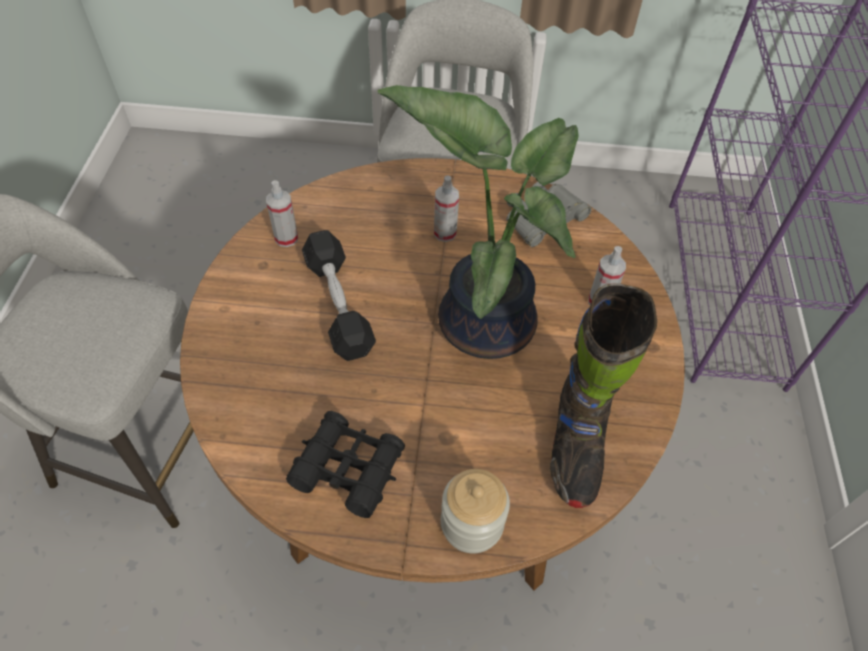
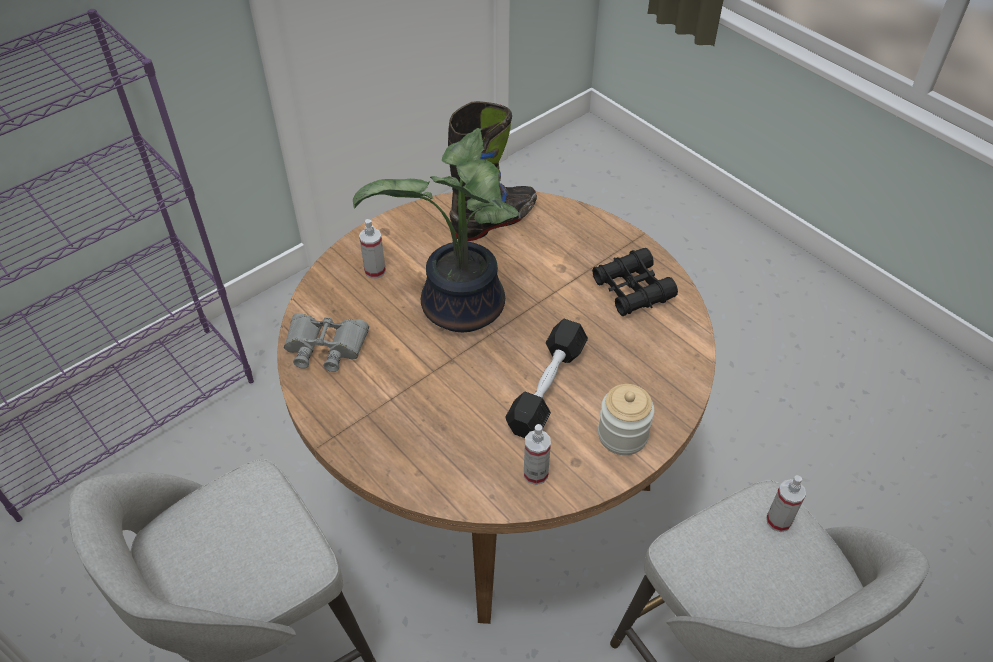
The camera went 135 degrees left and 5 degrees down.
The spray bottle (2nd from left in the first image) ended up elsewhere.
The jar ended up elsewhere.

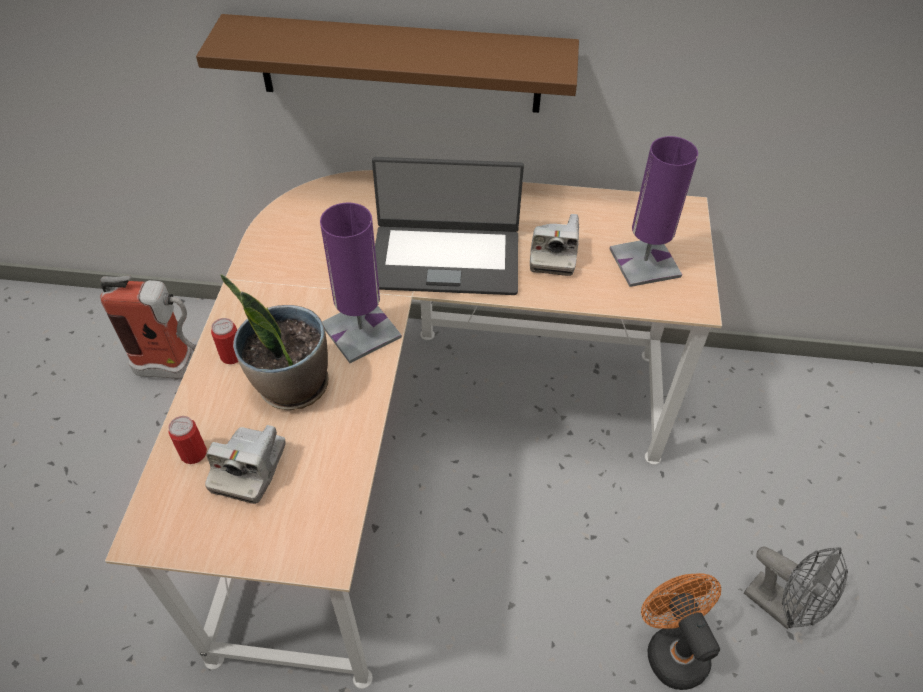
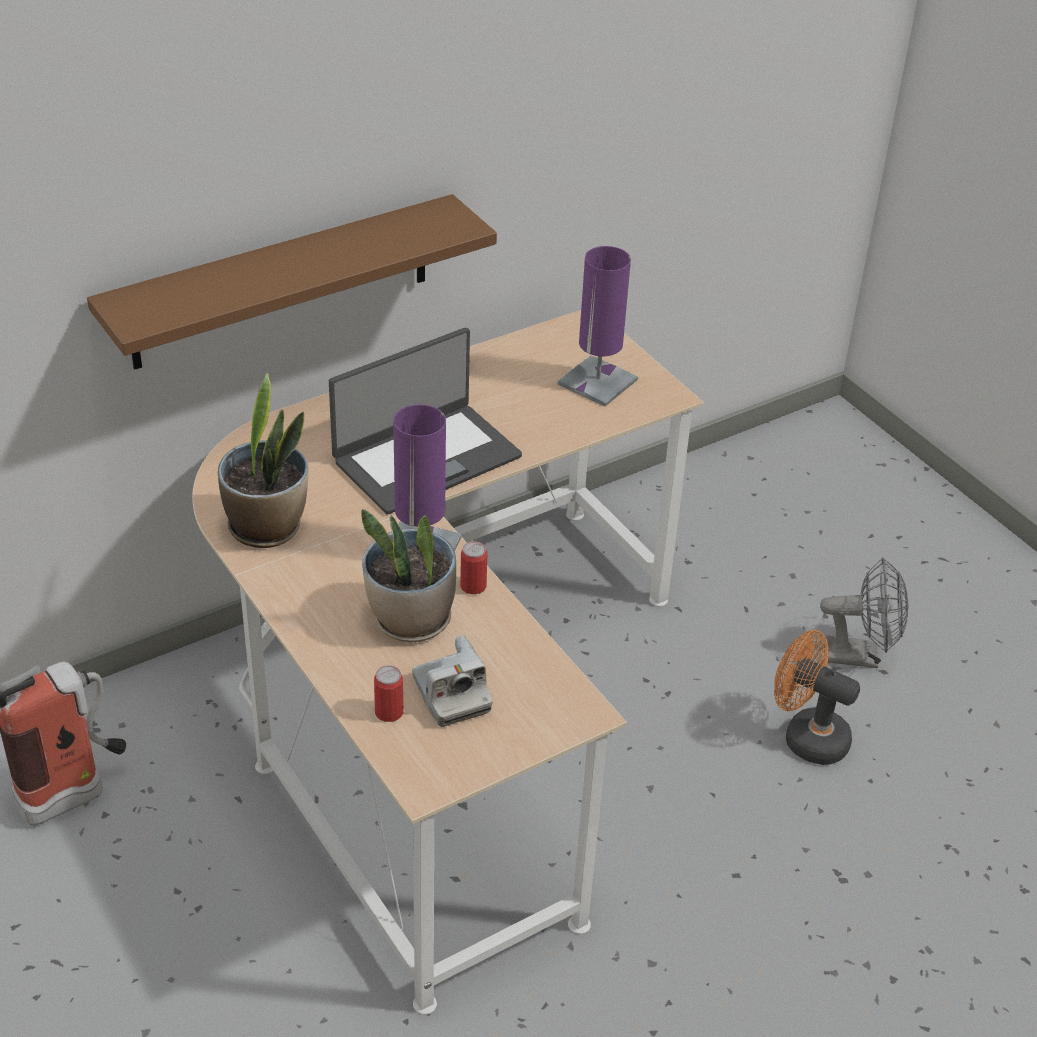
The camera went 40 degrees left and 10 degrees down.
The second view lost the photo camera (2nd from left).
The can (2nd from left) ended up elsewhere.
The second view gained the potted plant (1st from left).

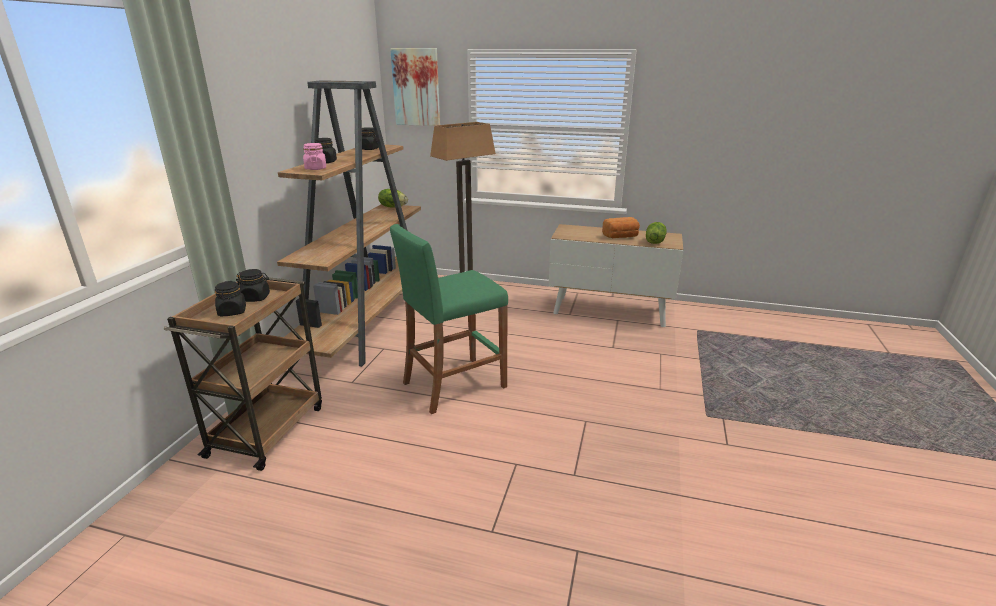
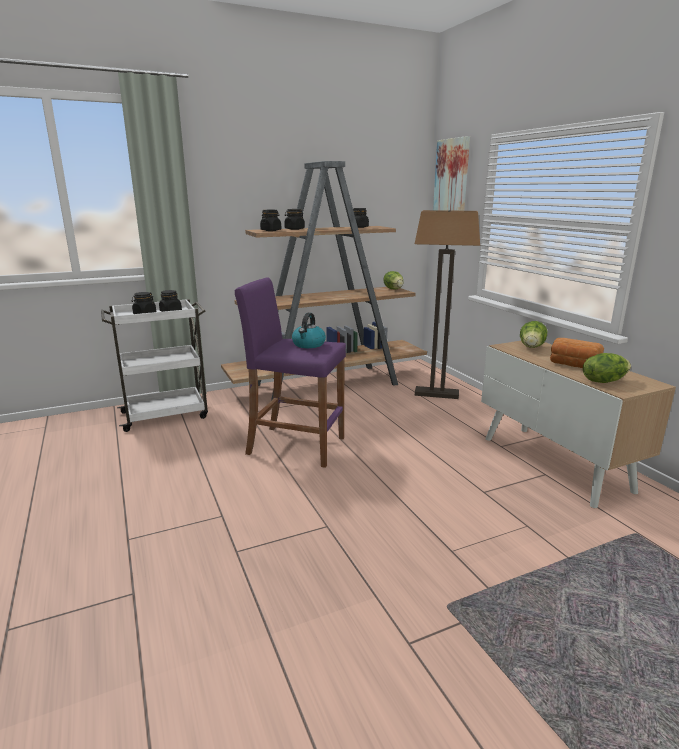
The camera went 50 degrees right and 5 degrees down.
What was the jar in pink turned into the jar in black (3rd from left).
What was the stool in green turned into the stool in purple.
What was the cart in brown turned into the cart in white.
The second view gained the kettle.
The second view gained the lettuce (2nd from left).

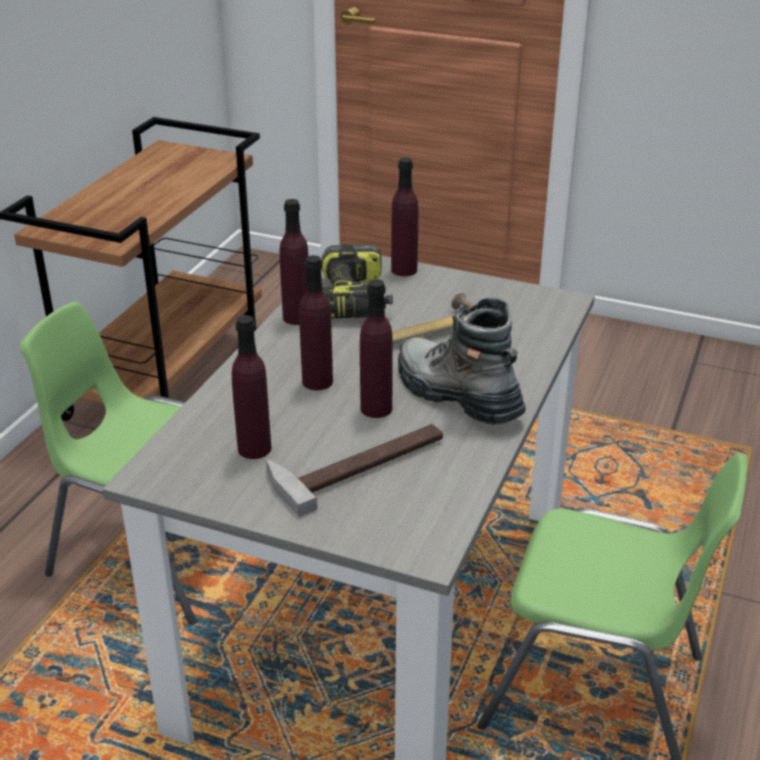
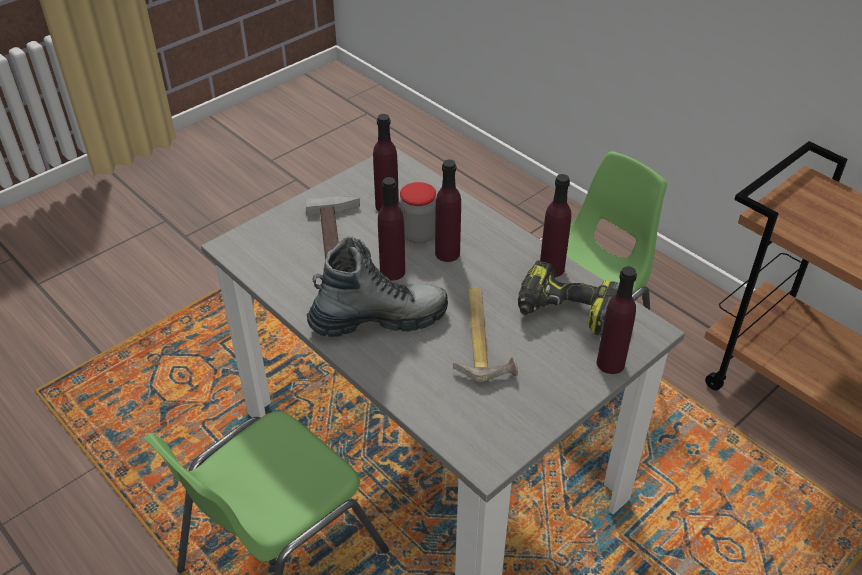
The camera went 115 degrees right and 10 degrees up.
The second view gained the jar.

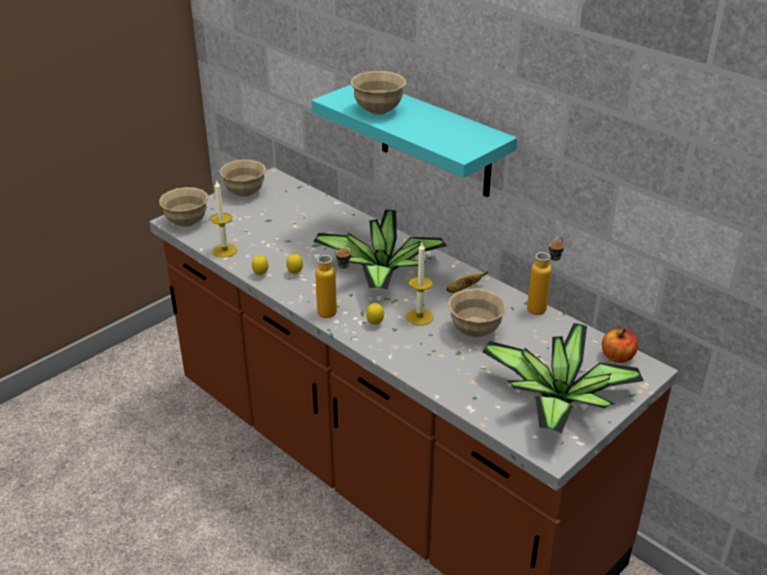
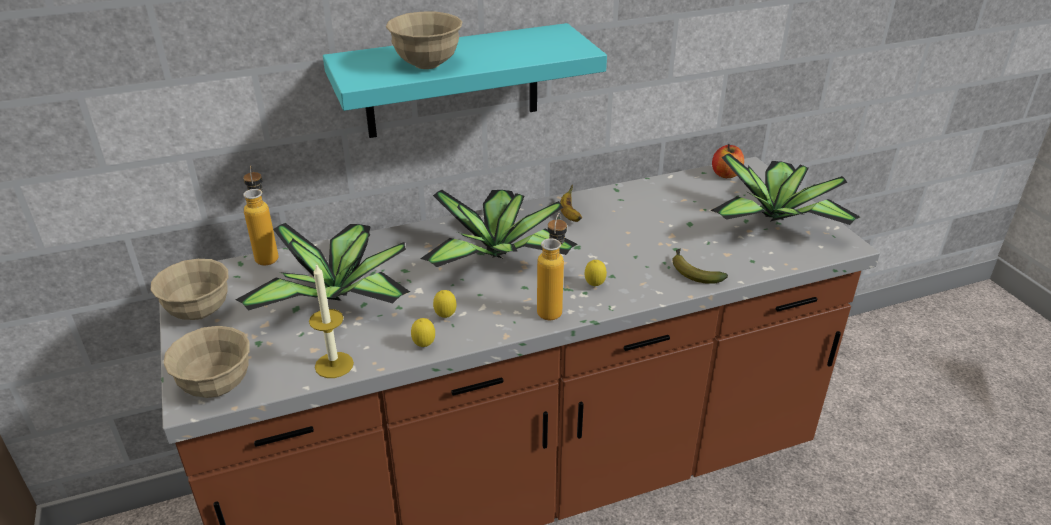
The camera went 65 degrees left and 0 degrees up.
The bottle (2nd from left in the first image) ended up elsewhere.
The second view lost the candle (2nd from left).
The second view lost the bowl in beige (4th from left).
The second view gained the potted plant (1st from left).
The second view gained the banana (2nd from left).

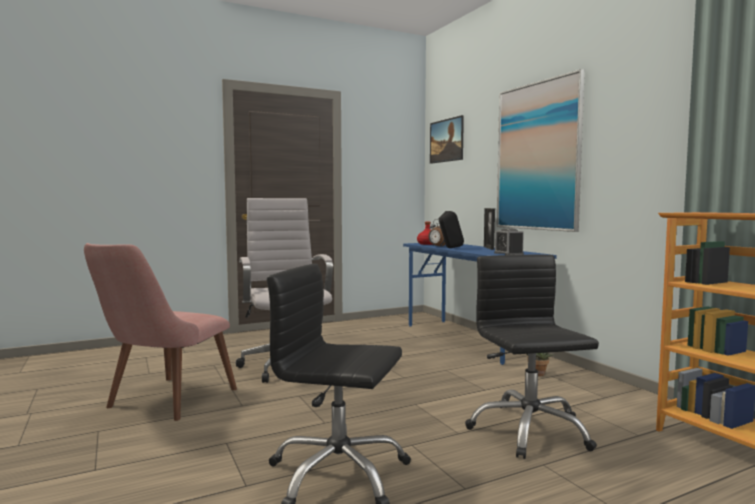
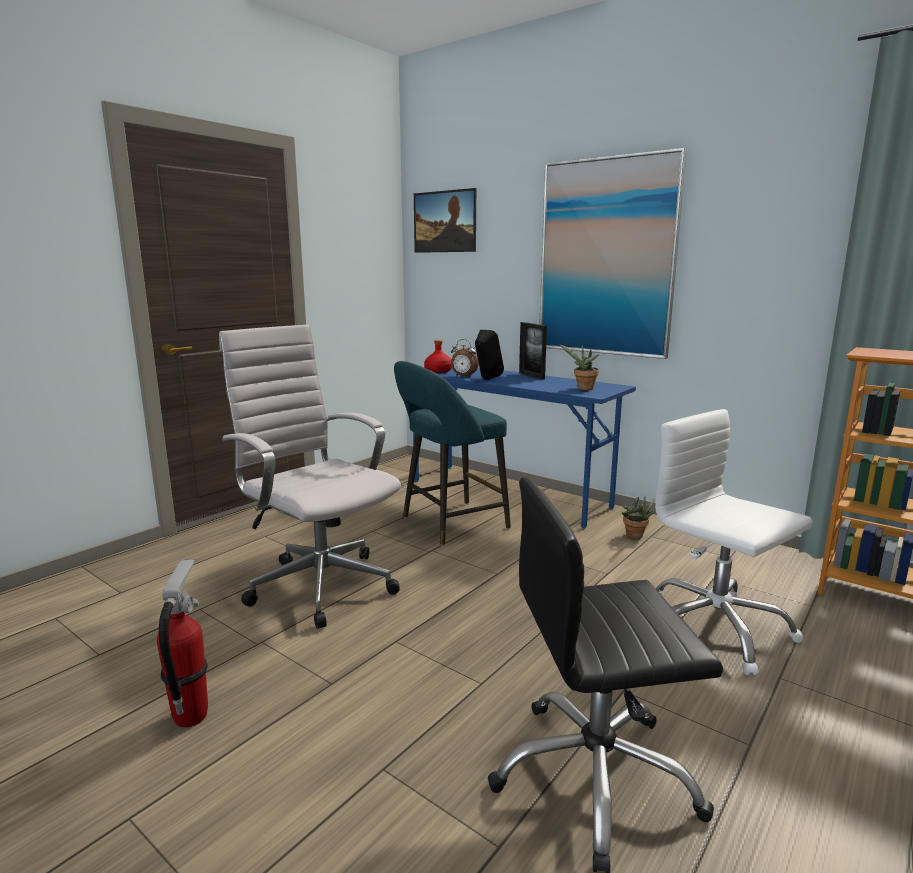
The camera went 25 degrees left and 10 degrees up.
Where the alarm clock (2nd from left) stood, the potted plant (1st from left) came to stand.
Where the chair in pink stood, the fire extinguisher came to stand.
What was the office chair in black (2nd from left) turned into the office chair in white (2nd from left).
The second view gained the stool in turquoise.

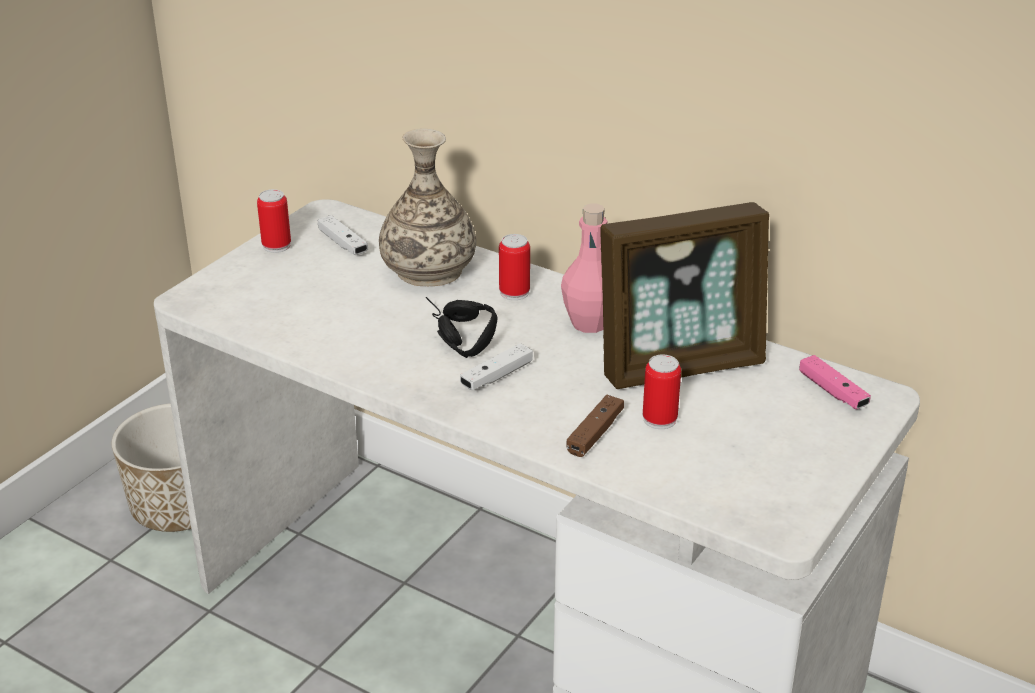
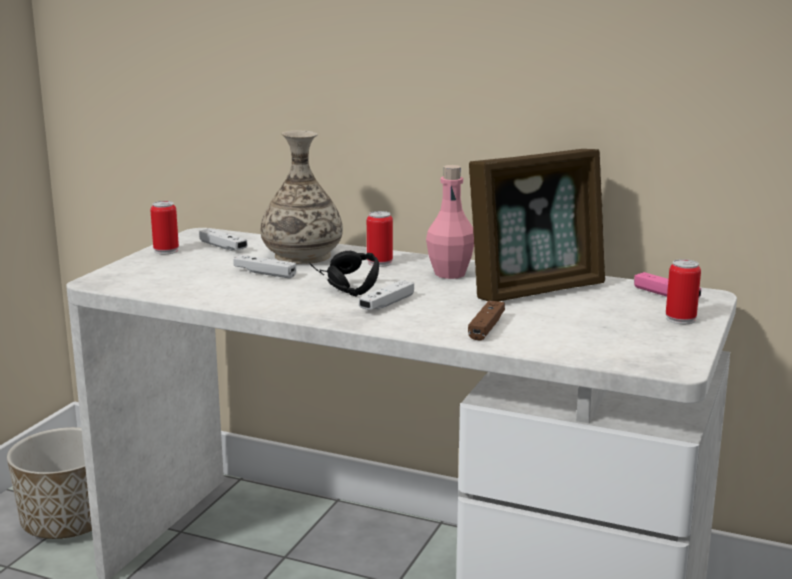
The camera went 10 degrees left and 15 degrees down.
The can (3rd from left) ended up elsewhere.
The second view gained the game controller in white (2nd from left).

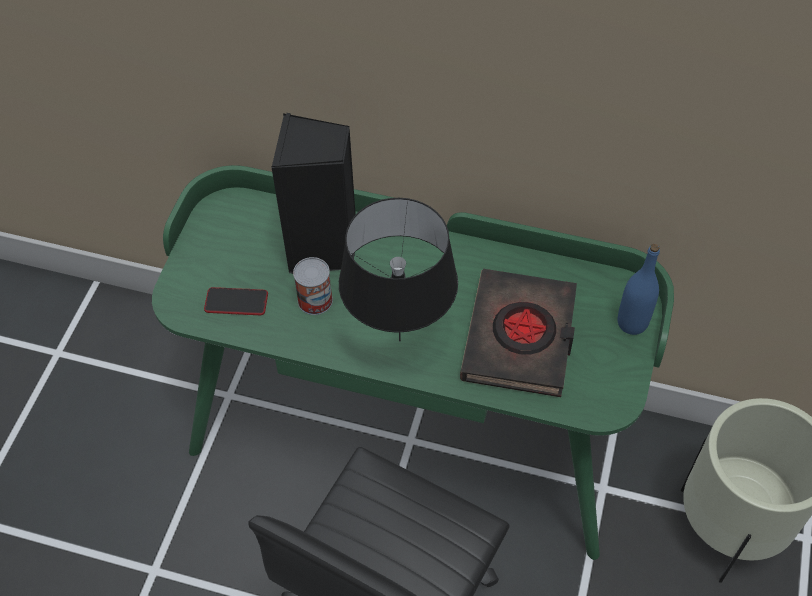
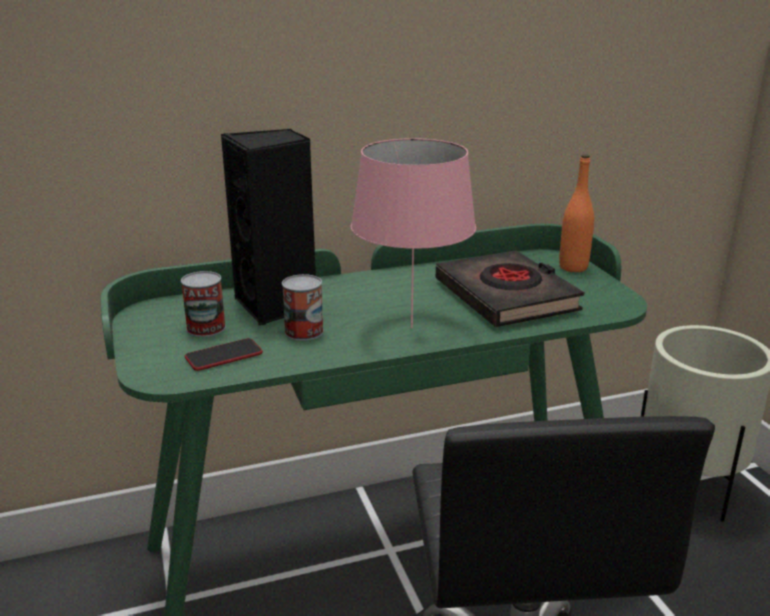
The camera went 35 degrees left and 30 degrees down.
What was the table lamp in black turned into the table lamp in pink.
What was the bottle in blue turned into the bottle in orange.
The second view gained the can (1st from left).

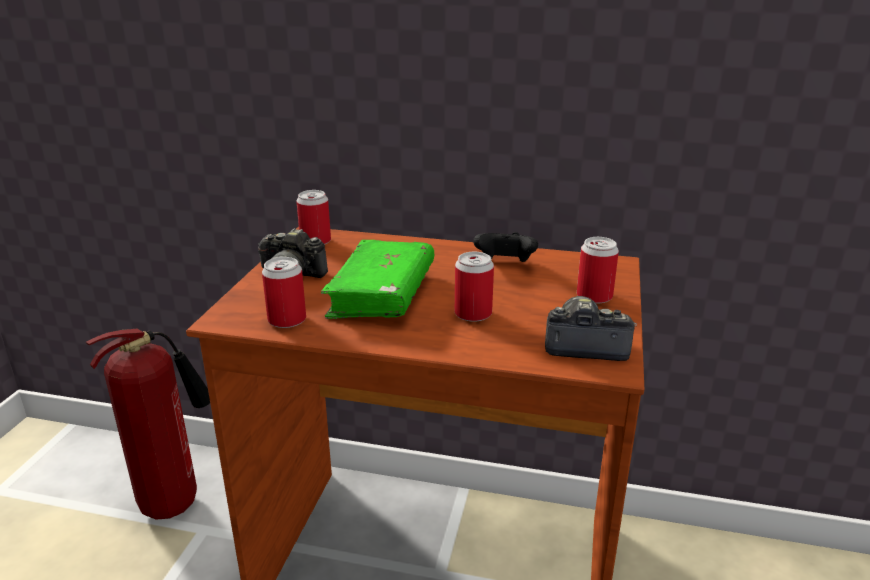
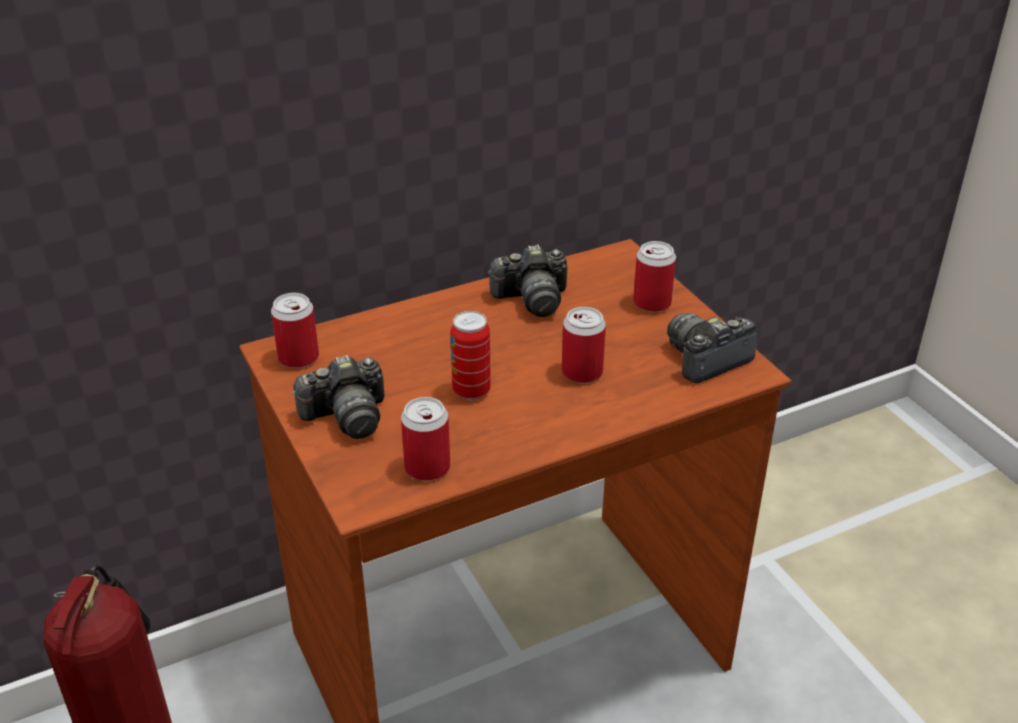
The camera went 40 degrees left and 10 degrees up.
Where the game controller in black stood, the photo camera (2nd from left) came to stand.
Where the book in green stood, the can (3rd from left) came to stand.

